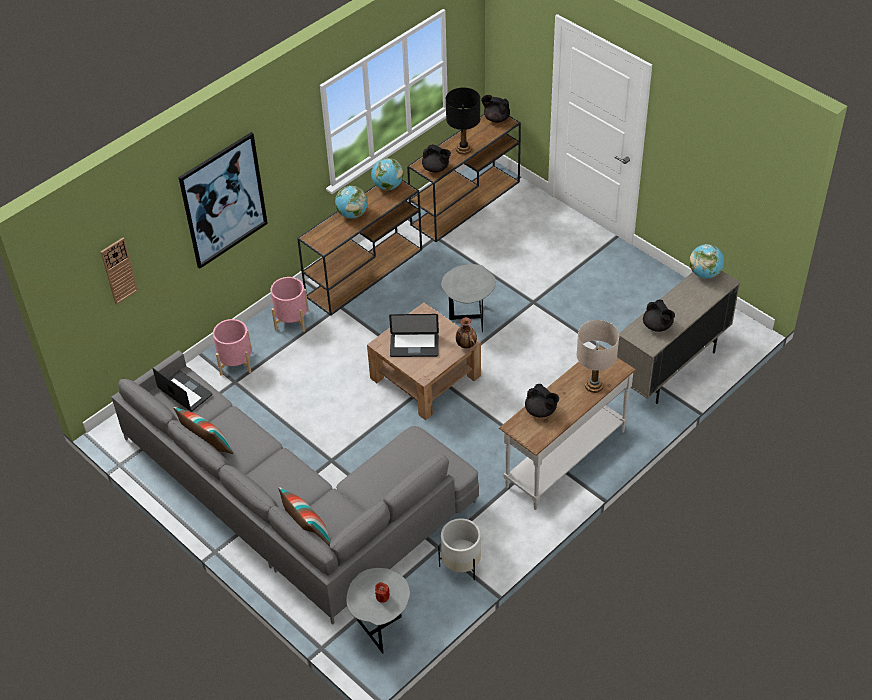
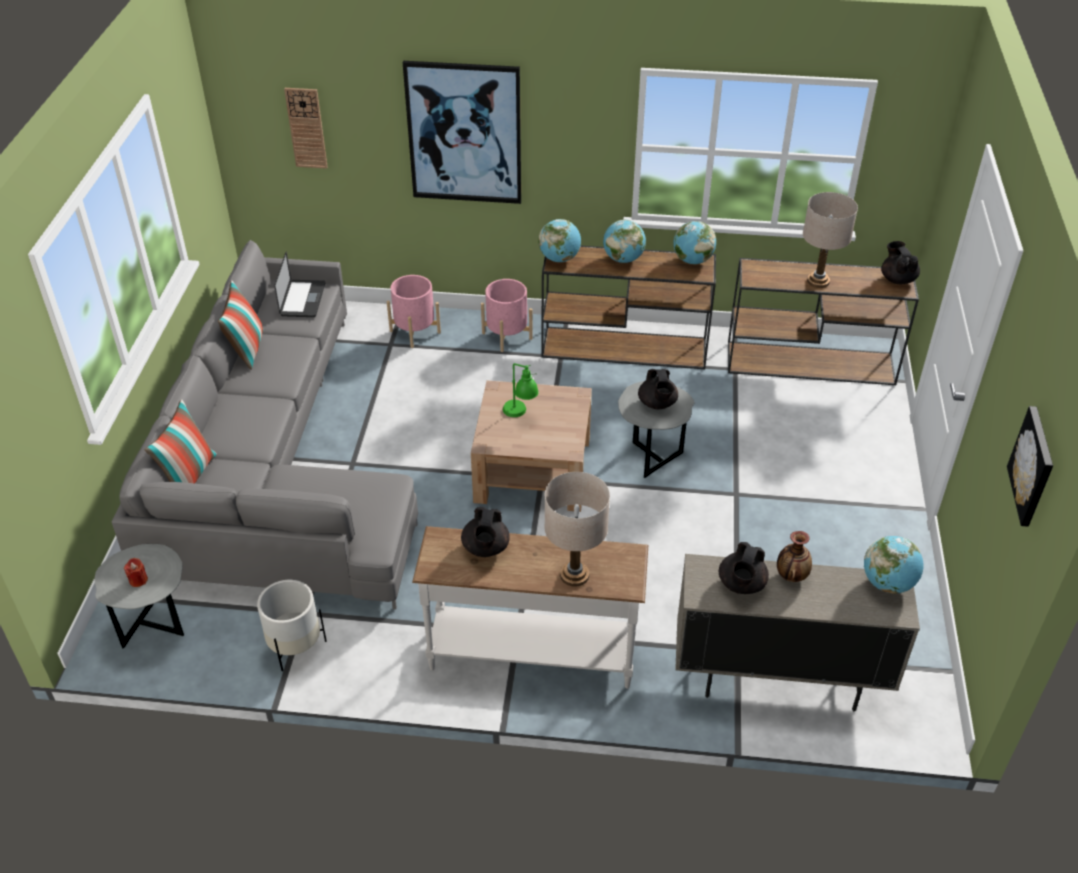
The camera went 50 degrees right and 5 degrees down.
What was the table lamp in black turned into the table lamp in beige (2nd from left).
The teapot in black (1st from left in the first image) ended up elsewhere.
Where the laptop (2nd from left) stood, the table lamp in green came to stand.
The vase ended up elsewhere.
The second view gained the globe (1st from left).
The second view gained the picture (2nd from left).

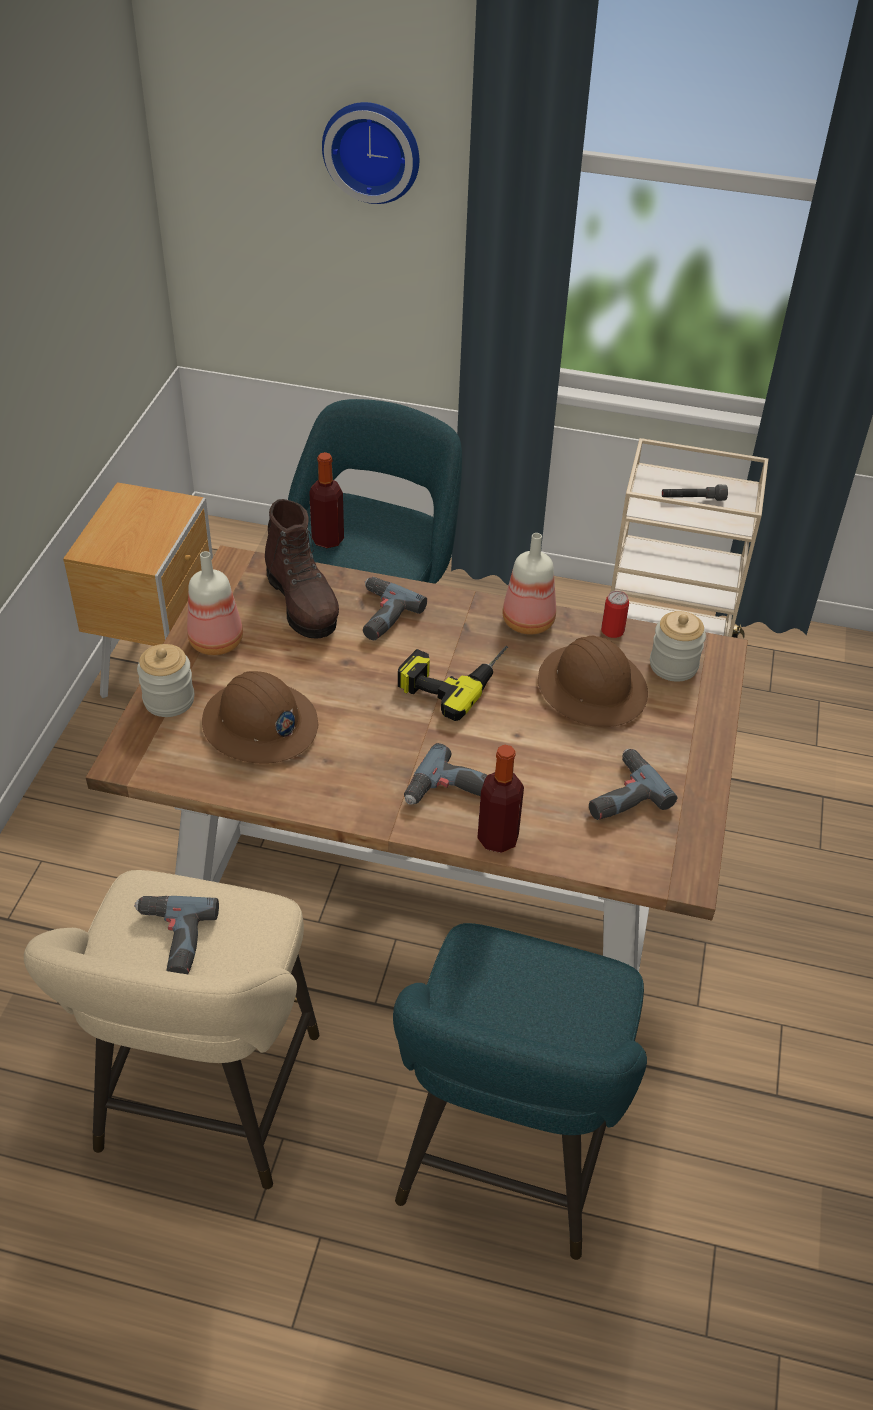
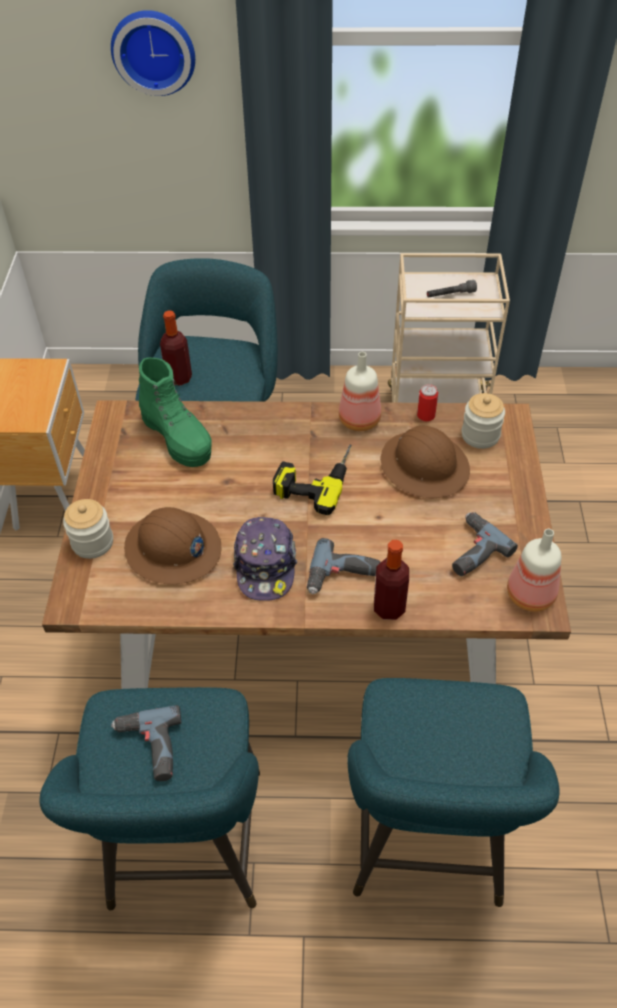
The camera went 10 degrees left and 5 degrees up.
What was the boot in brown turned into the boot in green.
The bottle (1st from left in the first image) ended up elsewhere.
The second view lost the power drill (2nd from left).
What was the stool in beige turned into the stool in turquoise (1st from left).
The second view gained the cap.

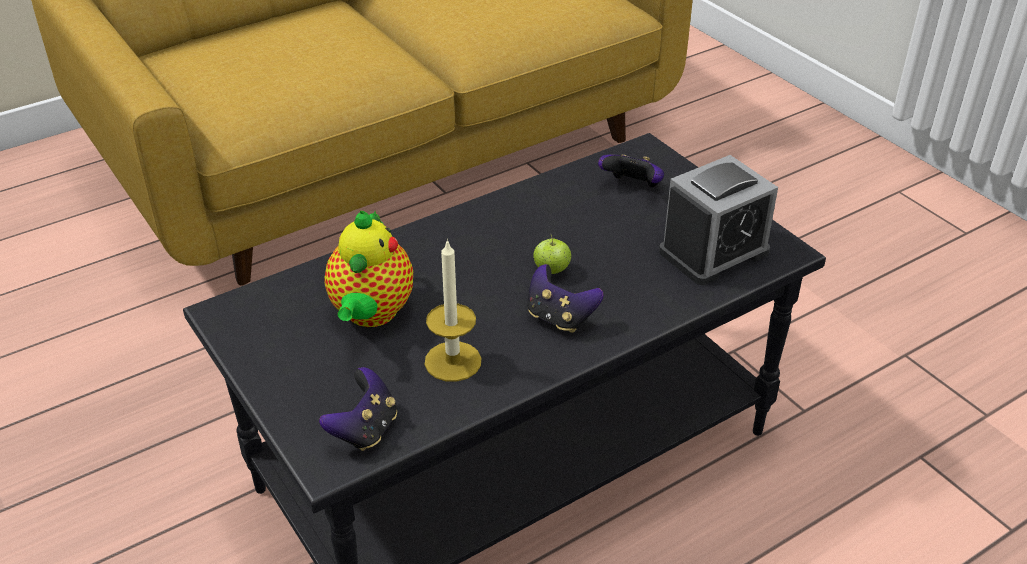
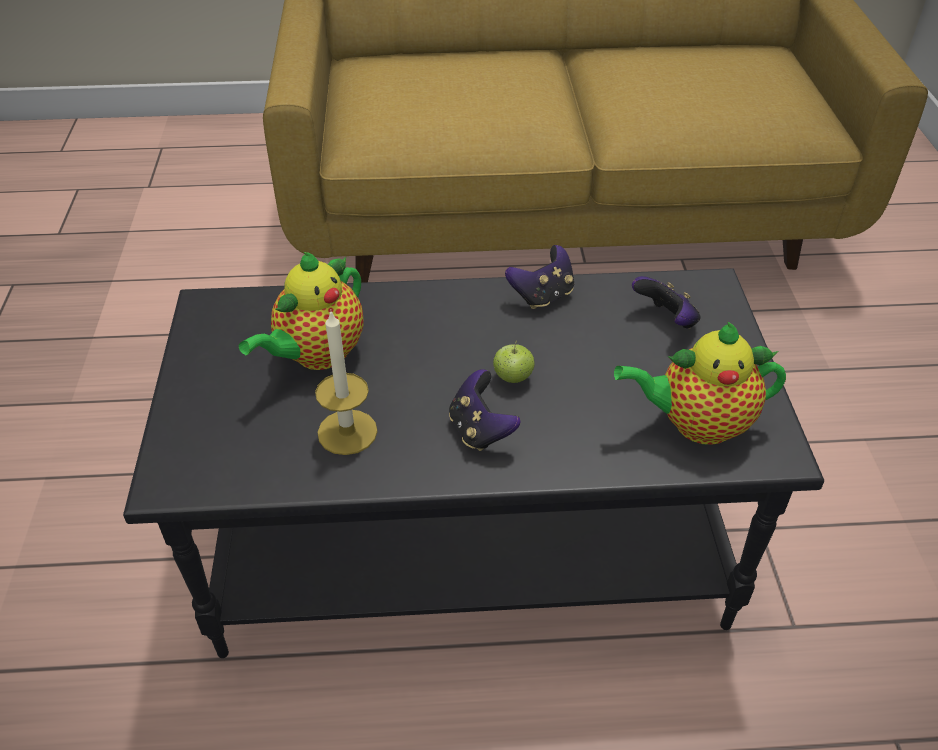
The camera went 30 degrees right and 5 degrees up.
Where the alarm clock stood, the teapot (2nd from left) came to stand.
The game controller (1st from left in the first image) ended up elsewhere.

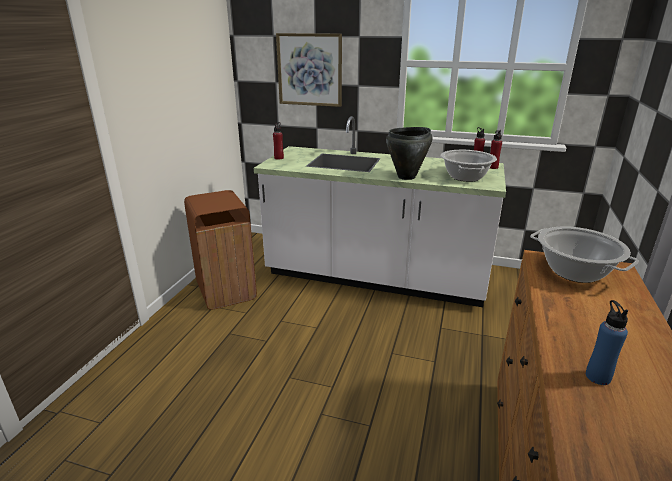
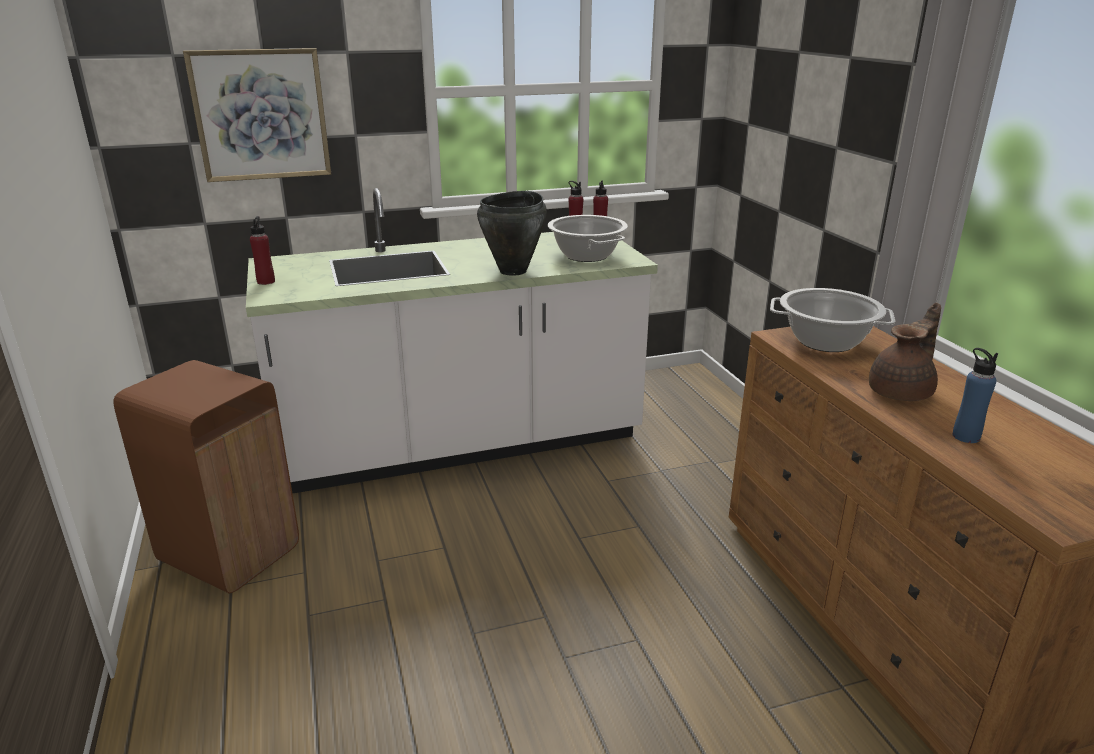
The camera went 35 degrees left and 0 degrees up.
The second view gained the teapot in brown.

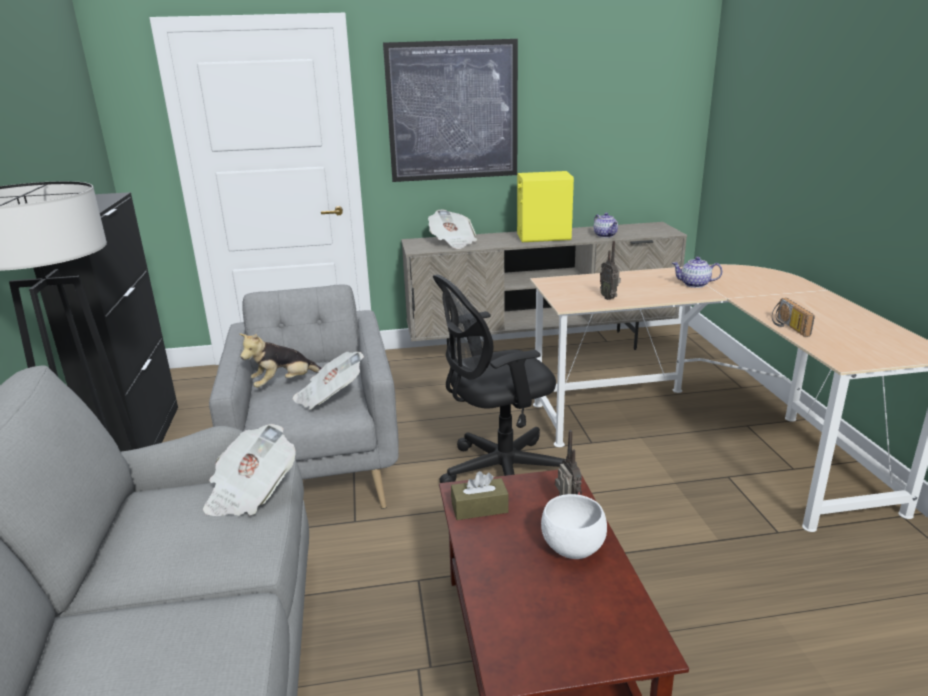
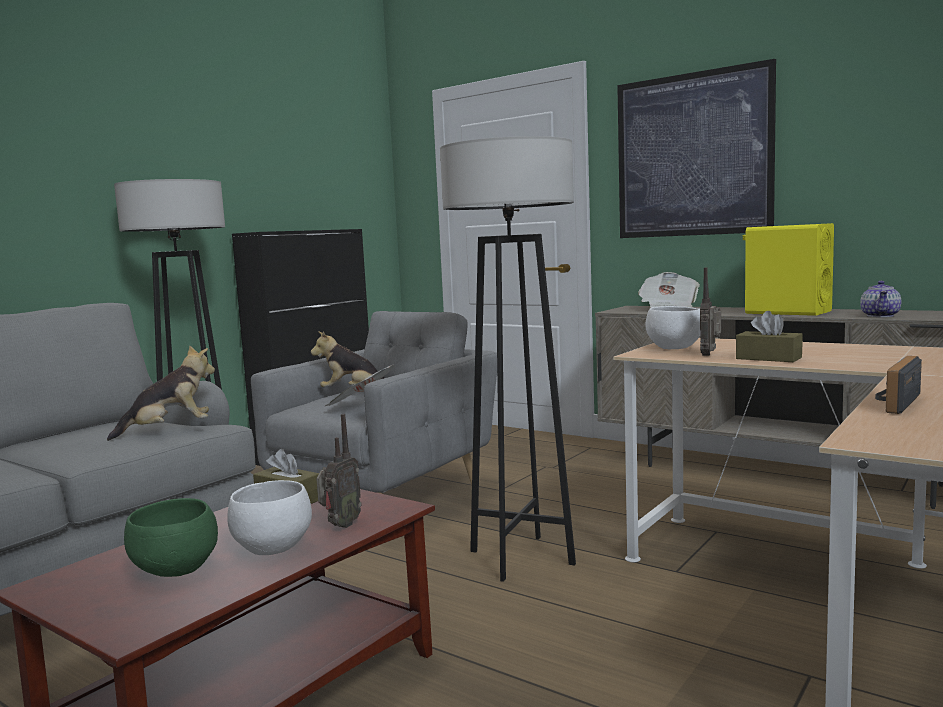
The camera went 45 degrees right and 15 degrees down.
The second view lost the teapot (2nd from left).
Where the office chair in black stood, the floor lamp in grey (2nd from left) came to stand.
Where the newspaper (1st from left) stood, the plush toy (1st from left) came to stand.
The second view gained the bowl in white (2nd from left).
The second view gained the tissue box in brown (2nd from left).
The second view gained the bowl in green.

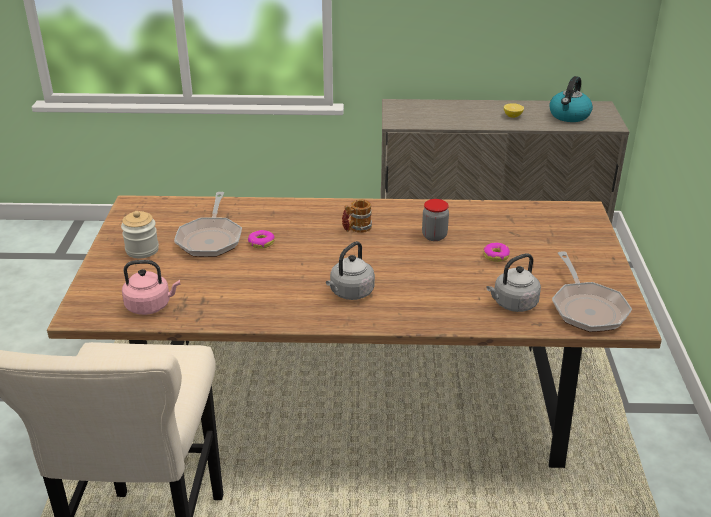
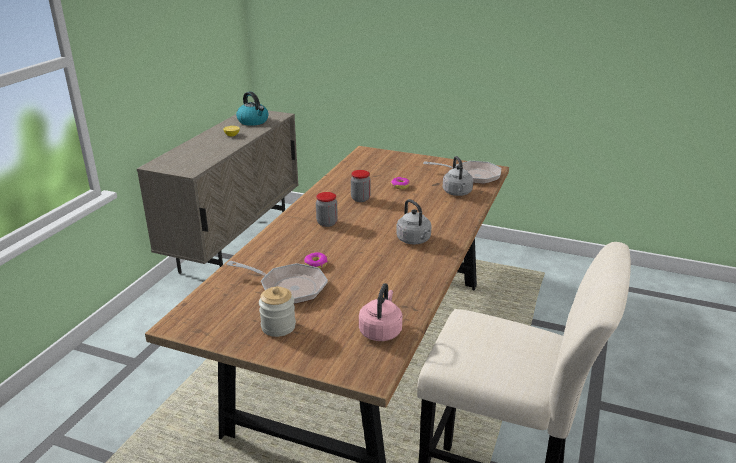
The camera went 70 degrees left and 5 degrees down.
Where the mug stood, the jar (2nd from left) came to stand.

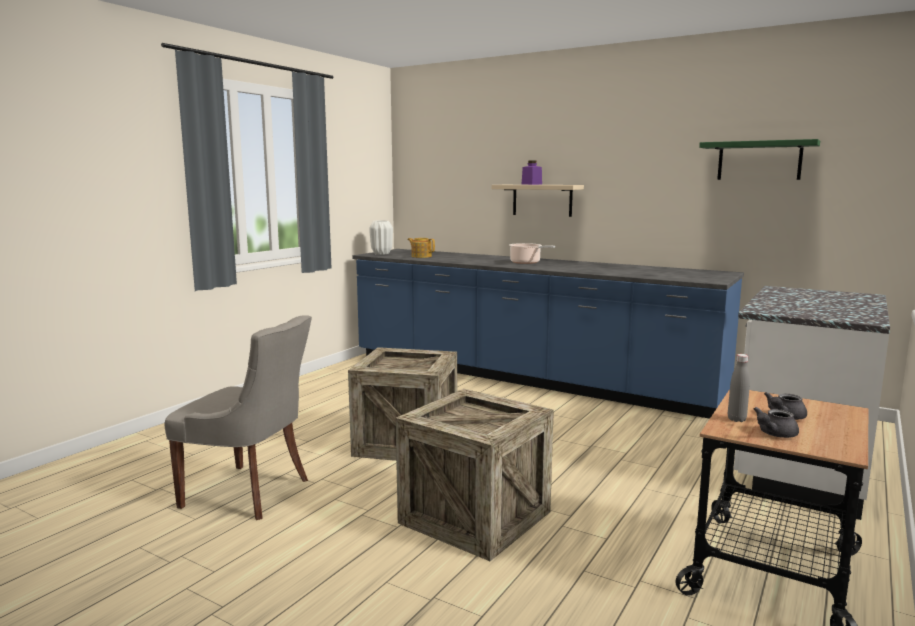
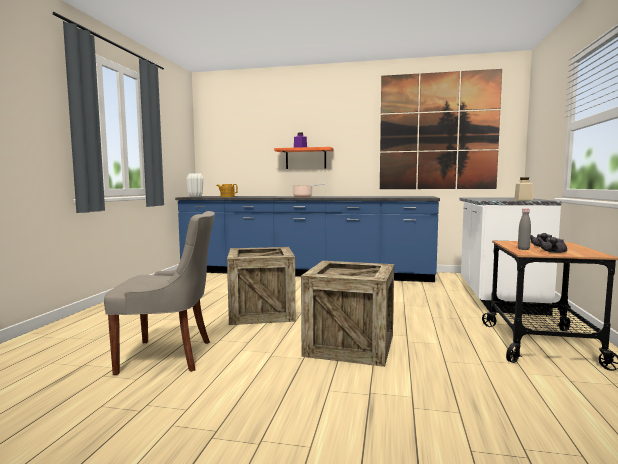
The camera went 20 degrees left and 5 degrees down.
Where the shelf in green hung, the picture came to hang.
What was the shelf in beige turned into the shelf in orange.
The second view gained the jar in beige.

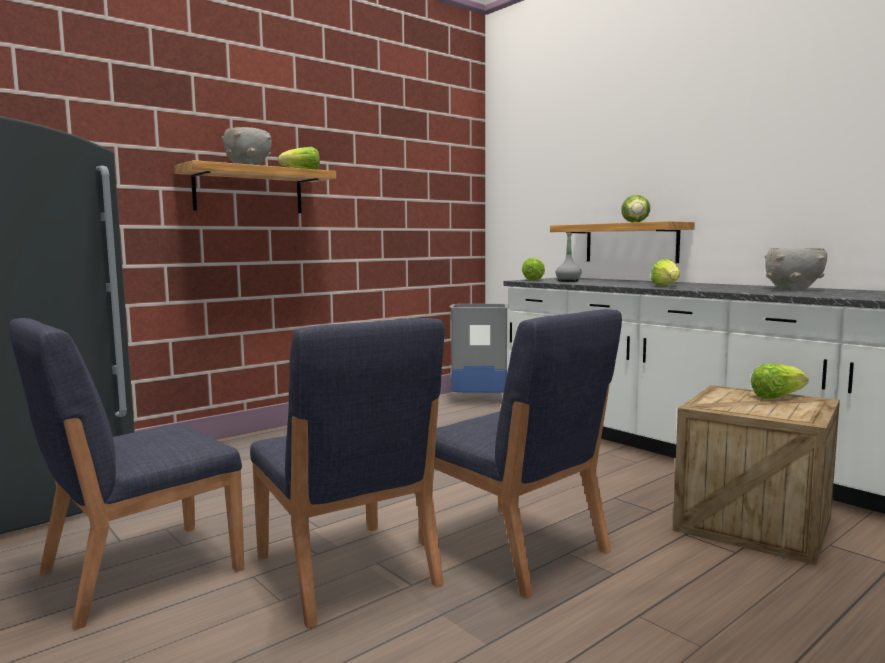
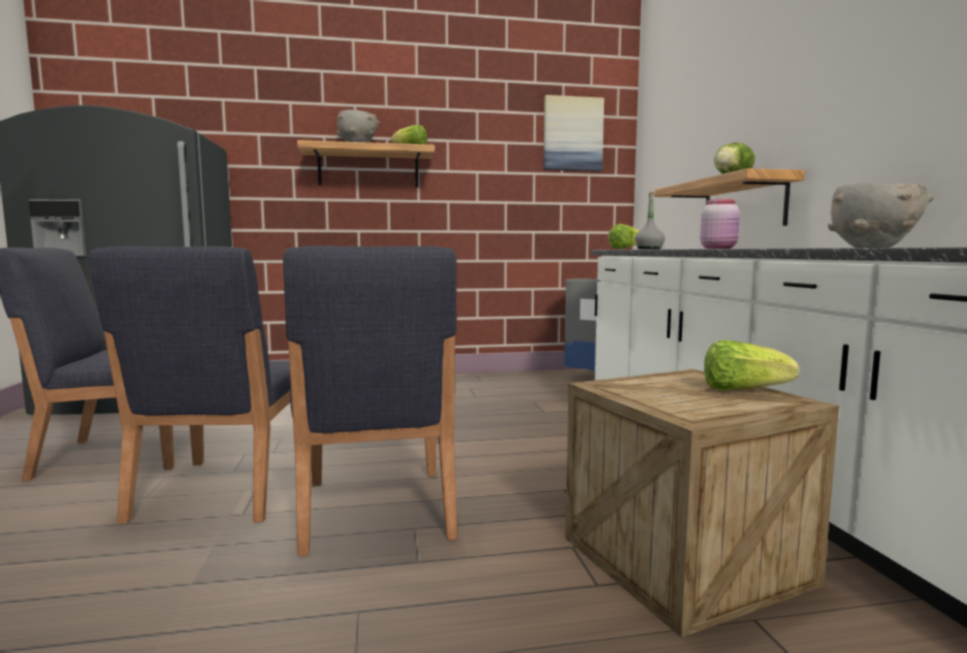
The camera went 30 degrees right and 0 degrees up.
Where the lettuce (4th from left) stood, the jar in pink came to stand.
The second view gained the picture.

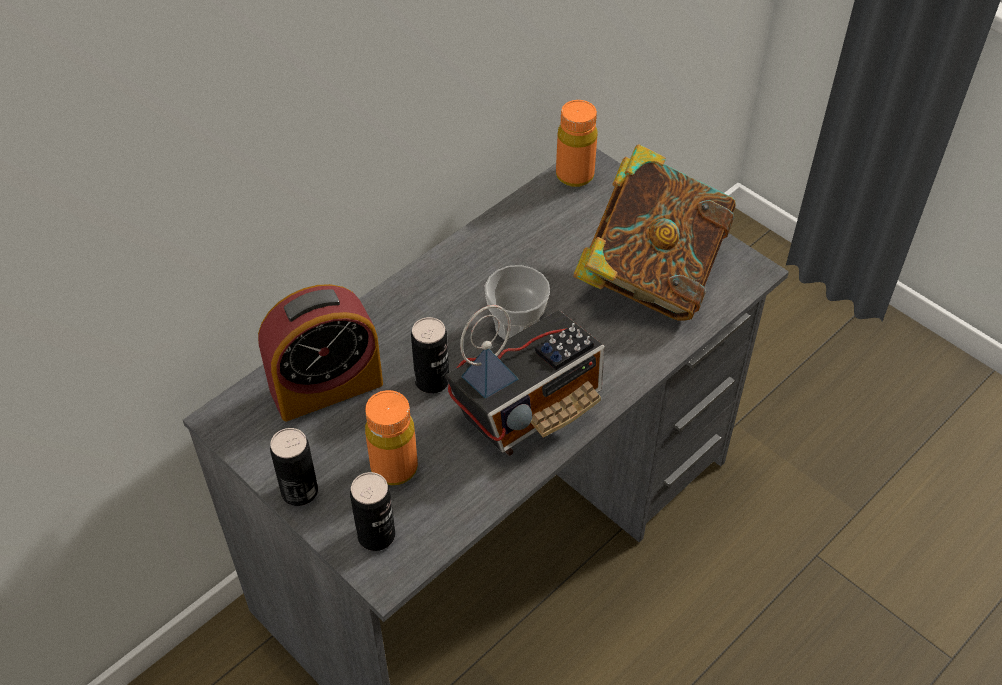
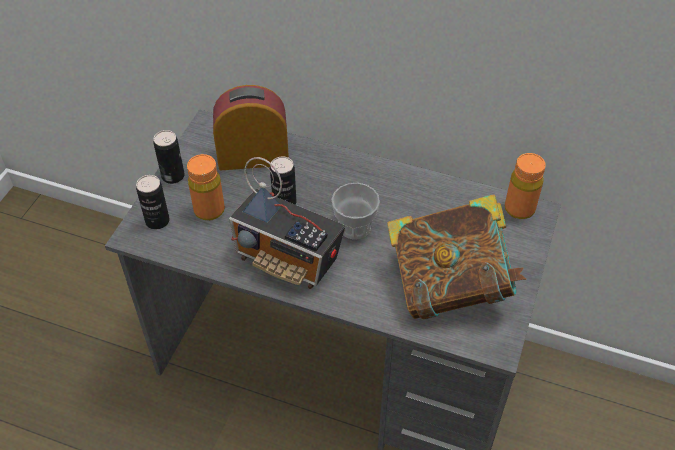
The camera went 65 degrees right and 0 degrees up.
The alarm clock ended up facing another way, 135 degrees clockwise from before.

